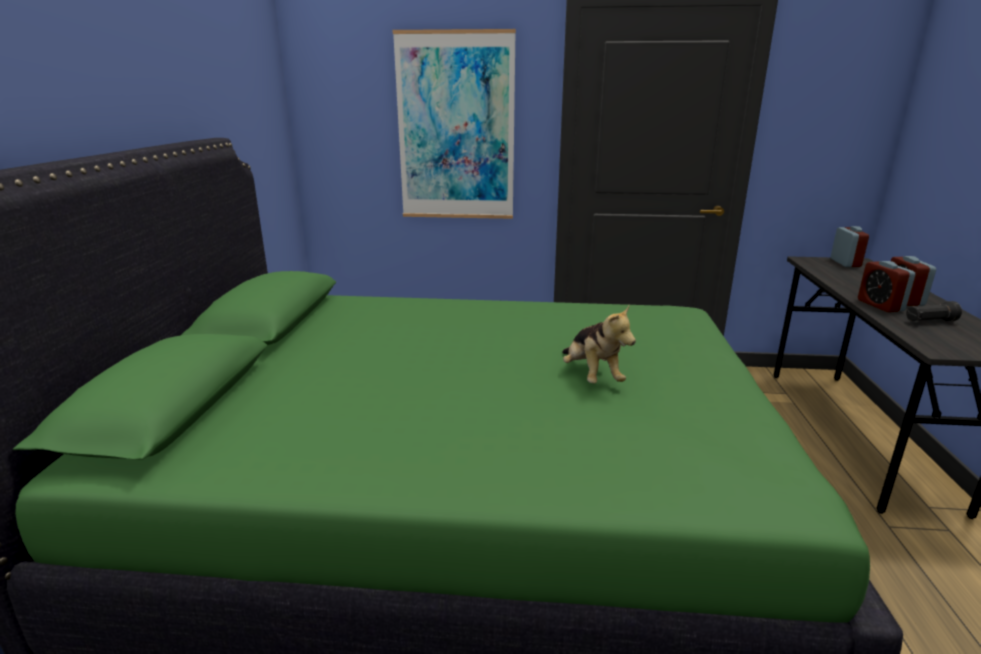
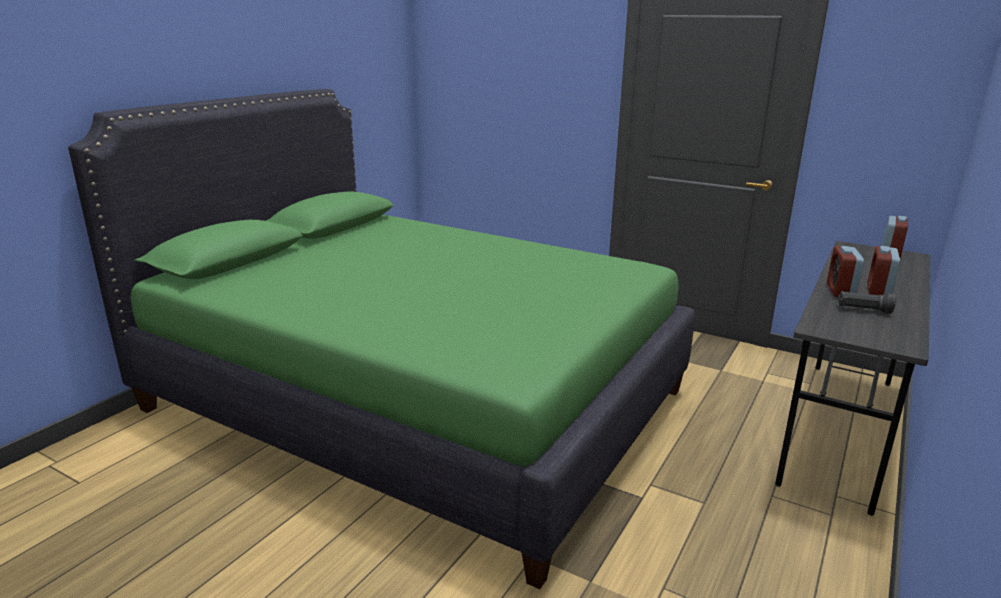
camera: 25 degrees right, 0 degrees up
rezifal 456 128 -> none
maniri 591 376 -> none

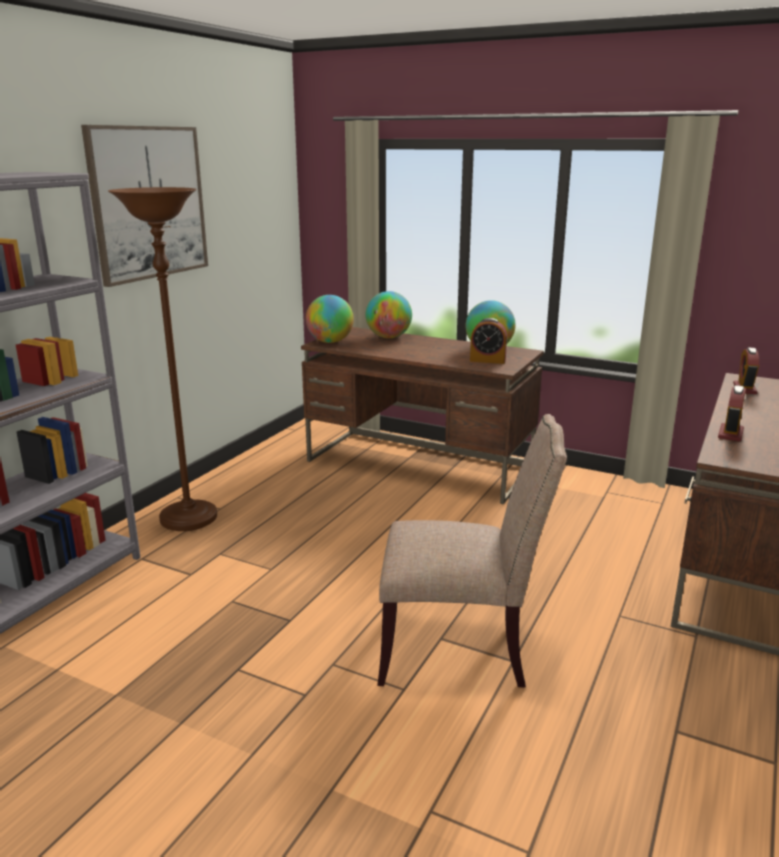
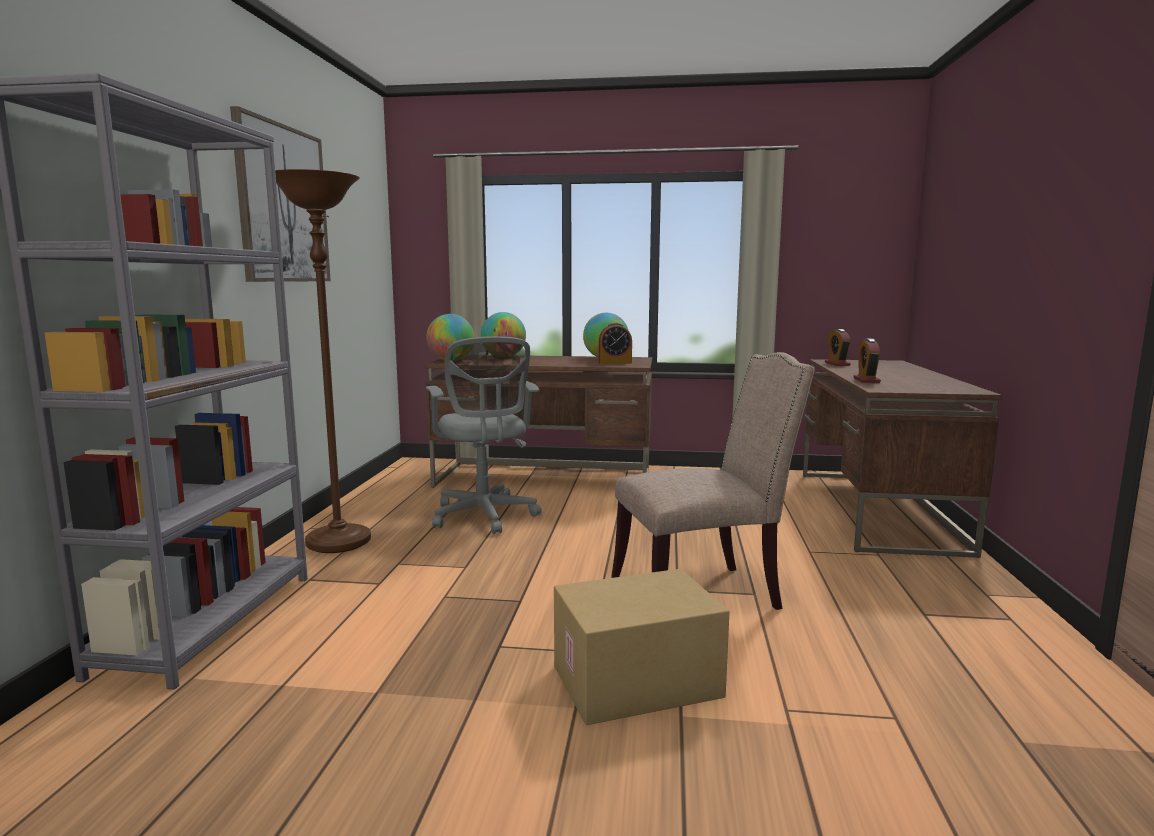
camera: 20 degrees left, 10 degrees down
none -> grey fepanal 484 516
none -> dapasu 636 683

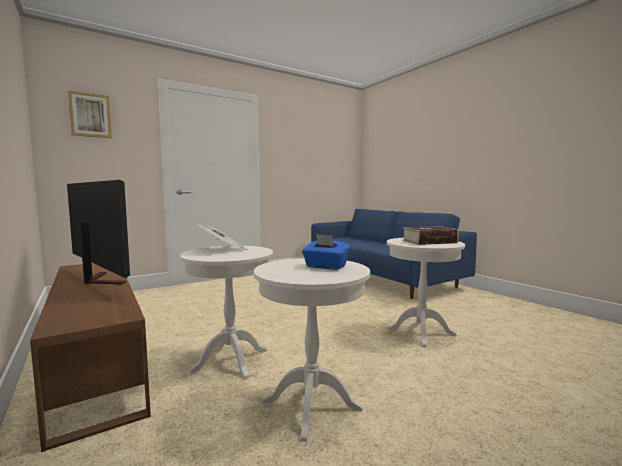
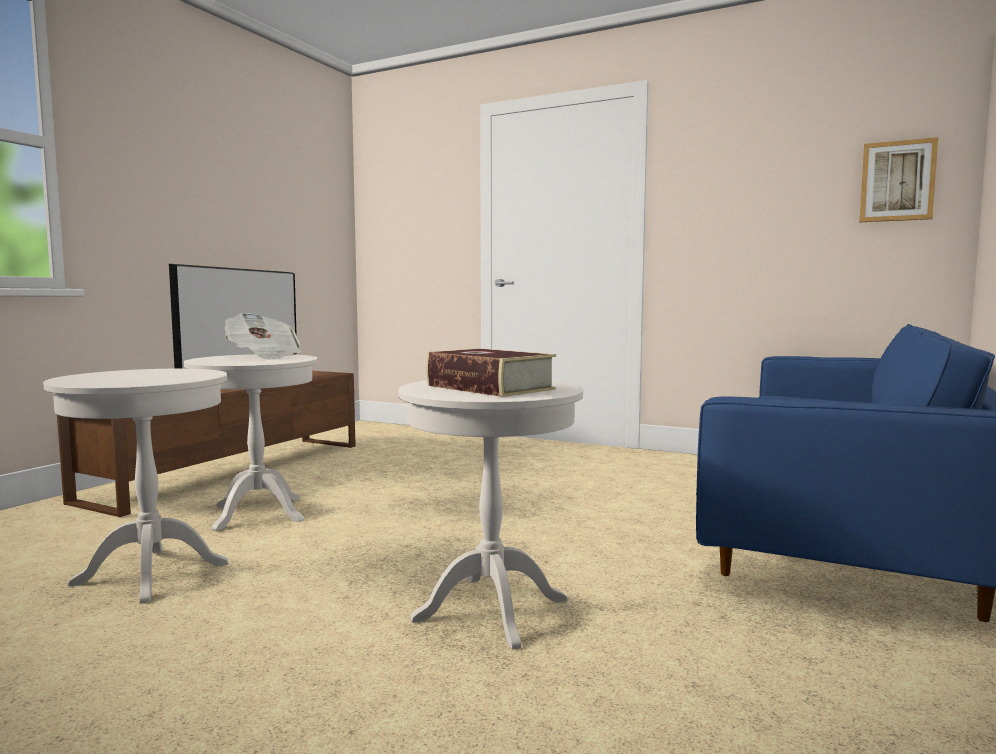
camera: 60 degrees right, 0 degrees up
rezifal 90 115 -> rezifal 897 181, moved
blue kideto 325 267 -> none

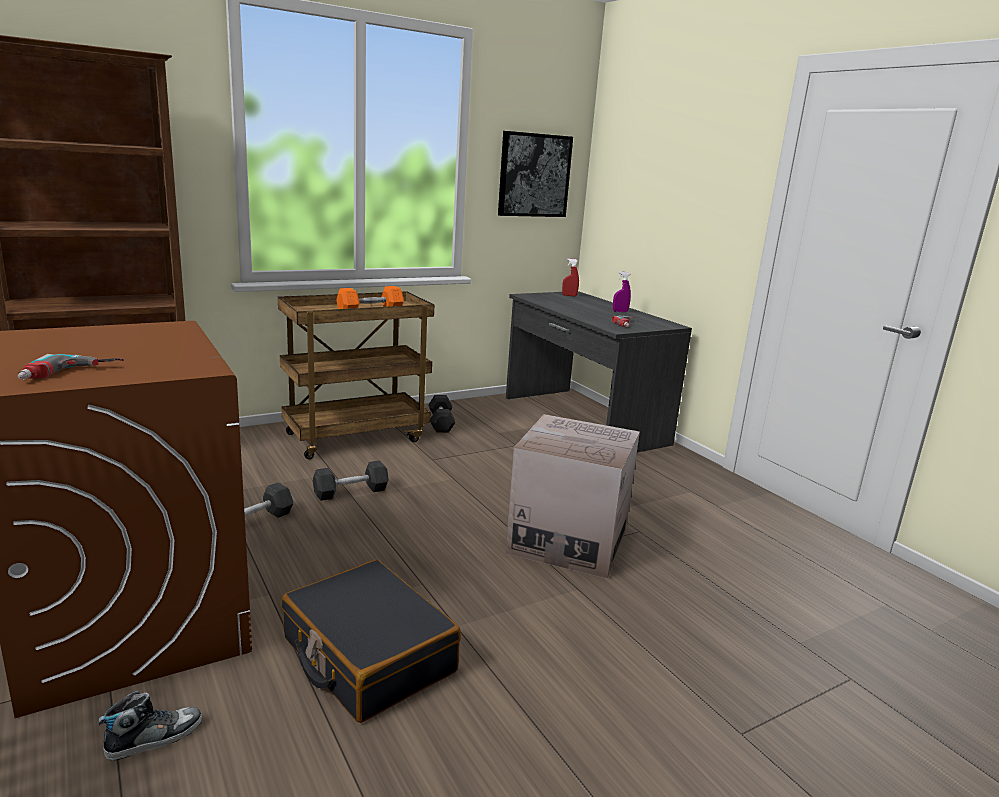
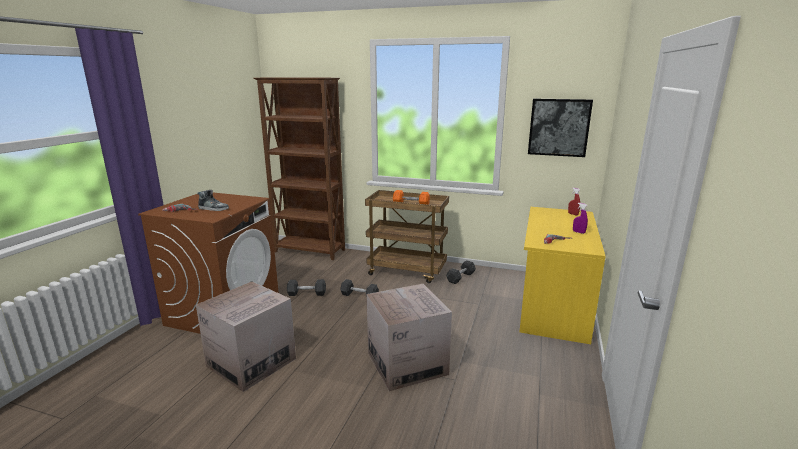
camera: 50 degrees right, 0 degrees up
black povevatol 368 656 -> dapasu 251 362
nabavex 154 737 -> nabavex 213 209, moved
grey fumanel 582 420 -> yellow fumanel 552 304

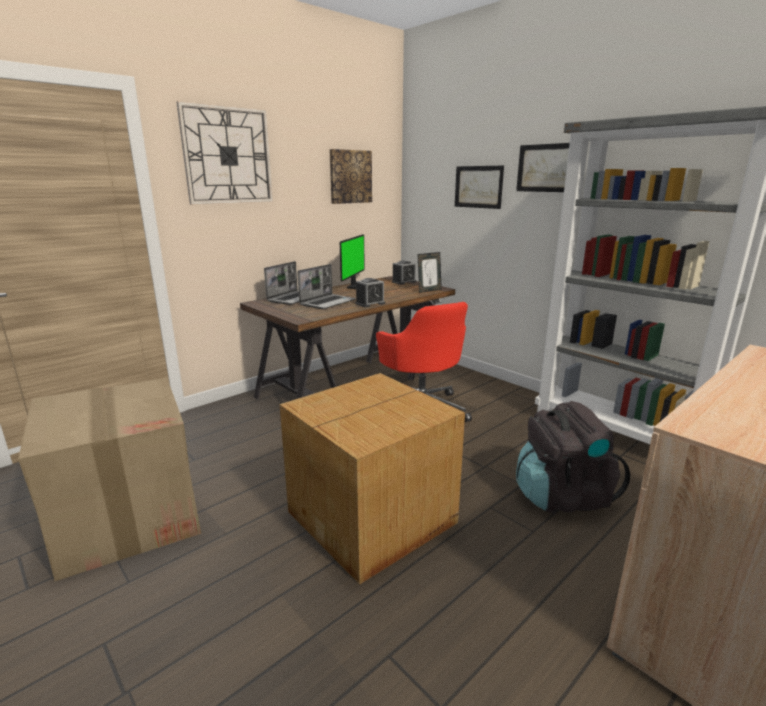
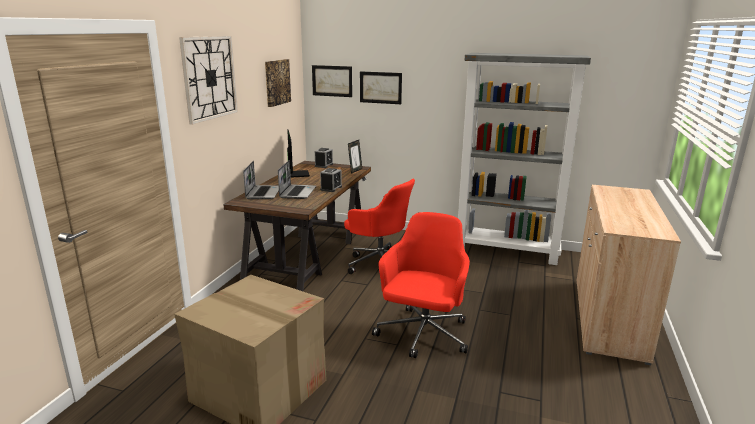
camera: 30 degrees left, 0 degrees up
rezifal 547 168 -> rezifal 332 81, moved
dapasu 374 517 -> red fepanal 423 335
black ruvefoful 562 496 -> none

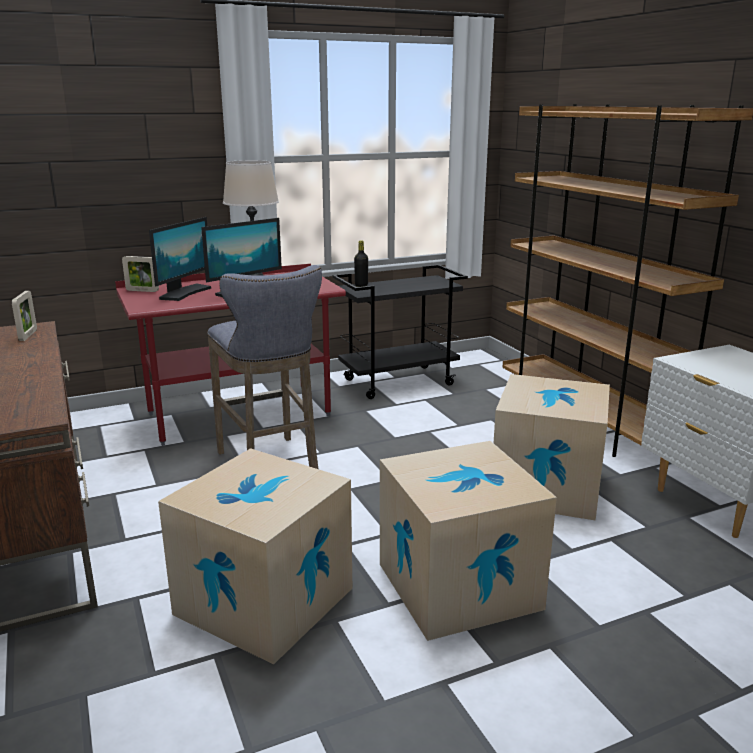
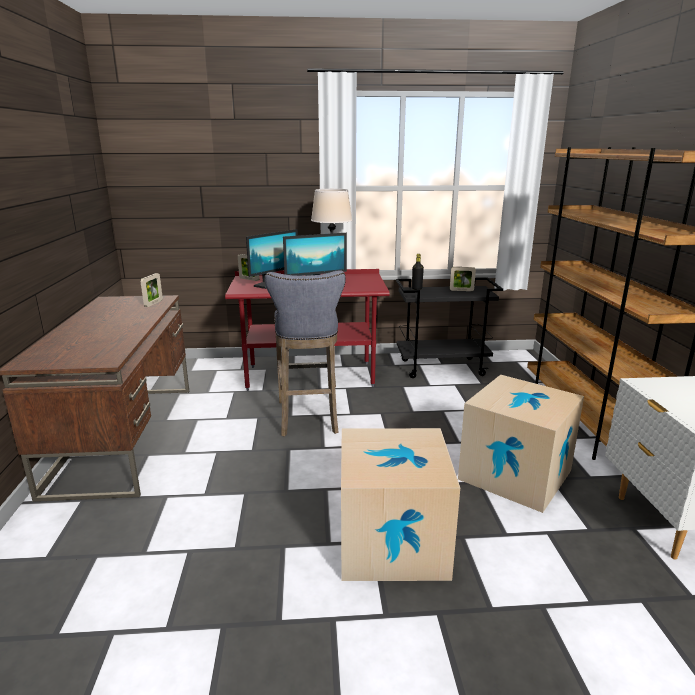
camera: 20 degrees right, 0 degrees up
none -> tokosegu 461 290
dapasu 264 601 -> none

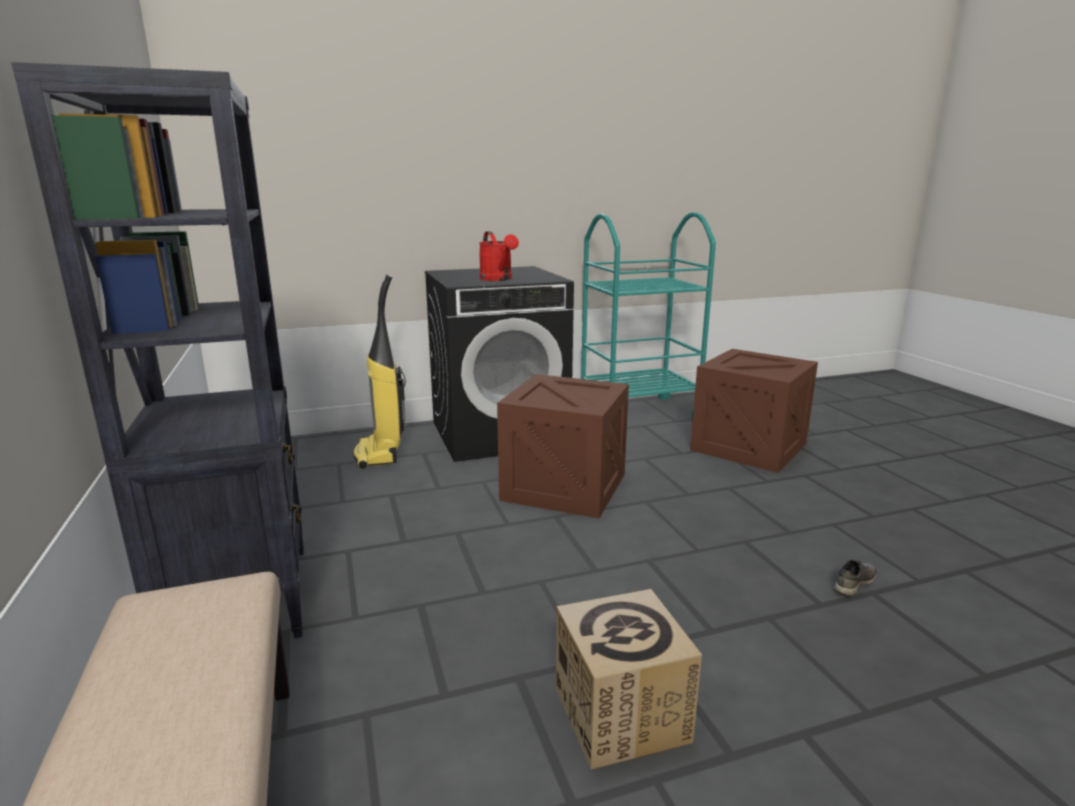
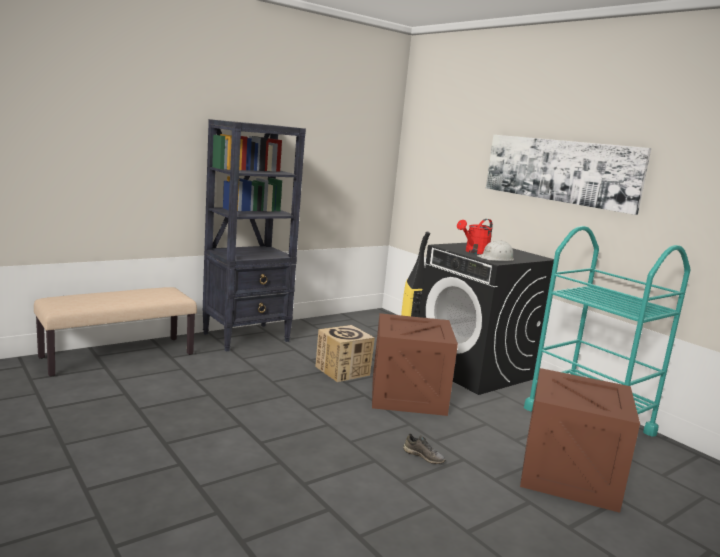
camera: 70 degrees right, 5 degrees down
dapasu 620 715 -> dapasu 342 371, moved
grey nabavex 853 583 -> grey nabavex 424 456, moved
none -> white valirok 496 258
none -> rezifal 560 170

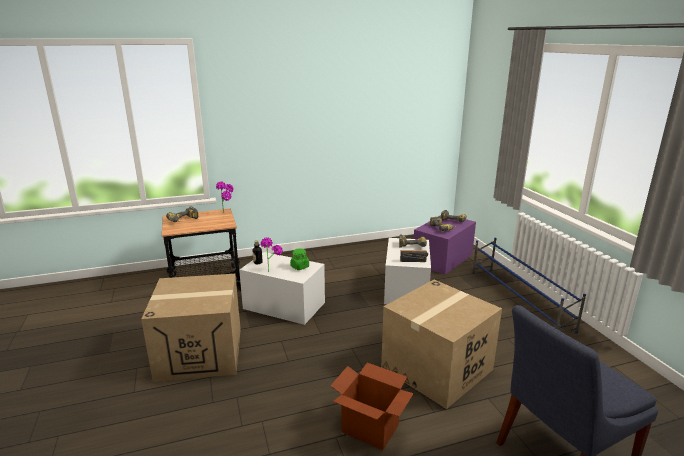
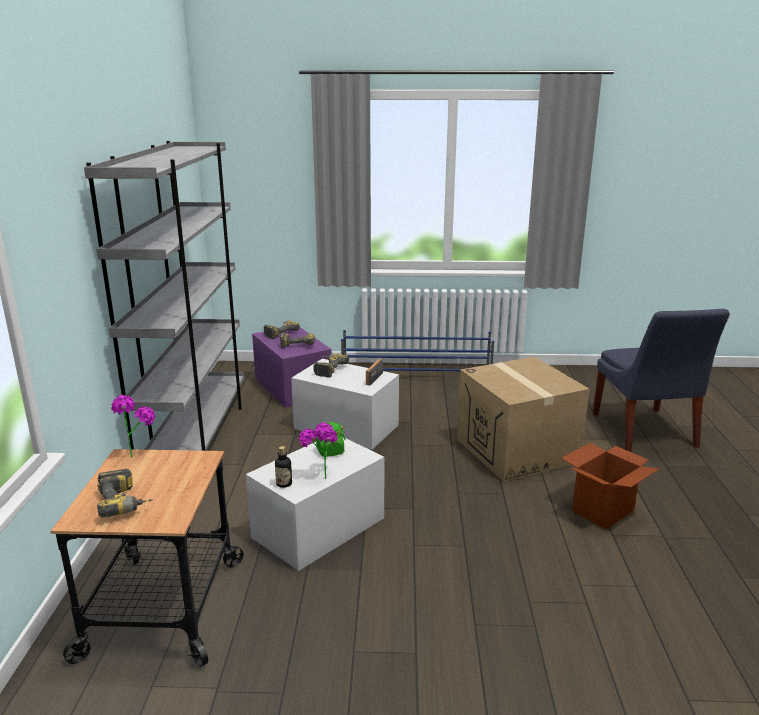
camera: 70 degrees left, 0 degrees up
none -> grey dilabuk 197 439
dapasu 200 353 -> none

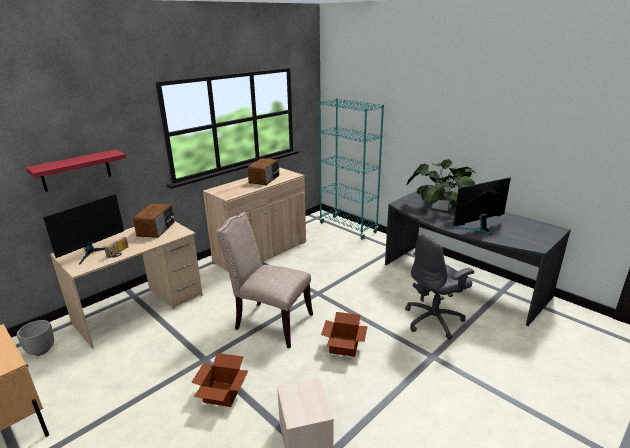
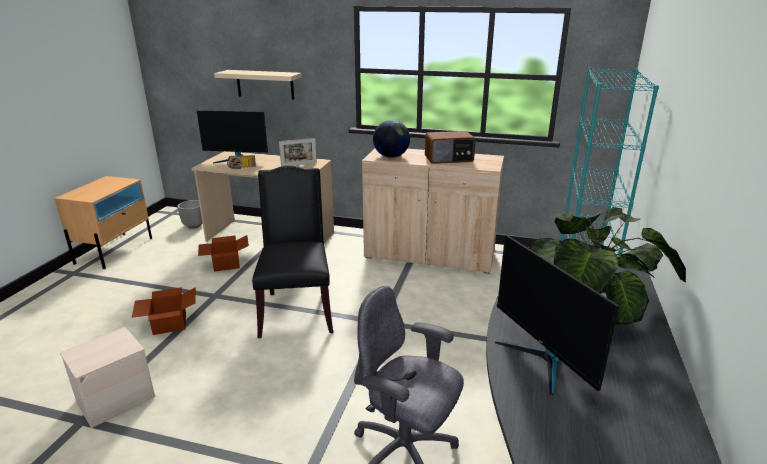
camera: 60 degrees right, 0 degrees up
dapasu 343 347 -> dapasu 225 264, moved
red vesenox 76 170 -> beige vesenox 265 84
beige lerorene 270 322 -> black lerorene 297 310
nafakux 157 229 -> tokosegu 299 165
none -> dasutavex 391 156
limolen 479 228 -> limolen 543 360, 150 degrees counterclockwise

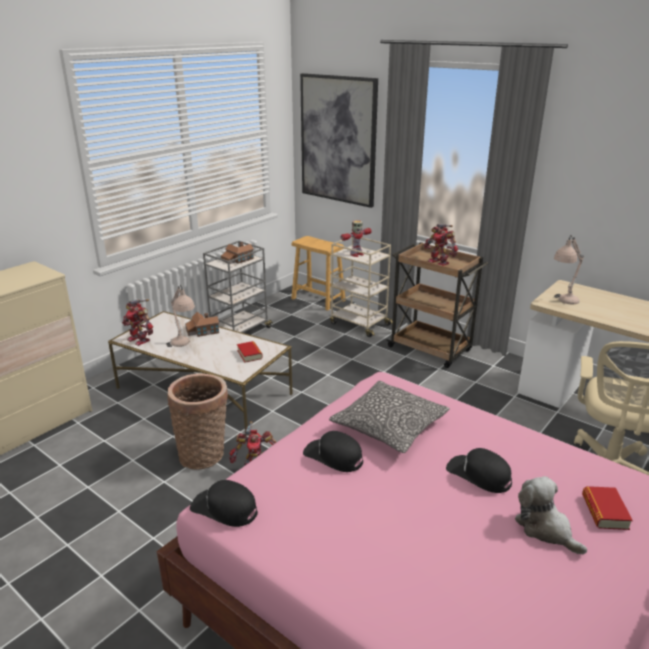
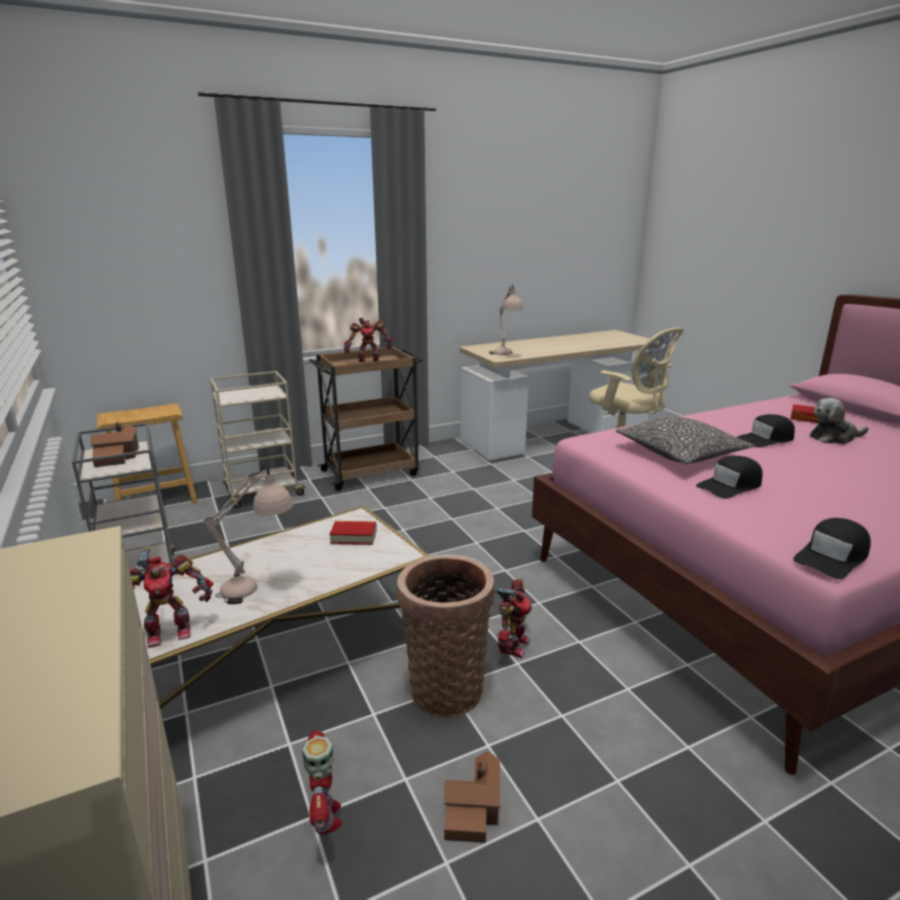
camera: 65 degrees left, 5 degrees down
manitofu 356 254 -> manitofu 325 817, moved
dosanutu 202 331 -> dosanutu 473 809, moved
rezifal 338 140 -> none

